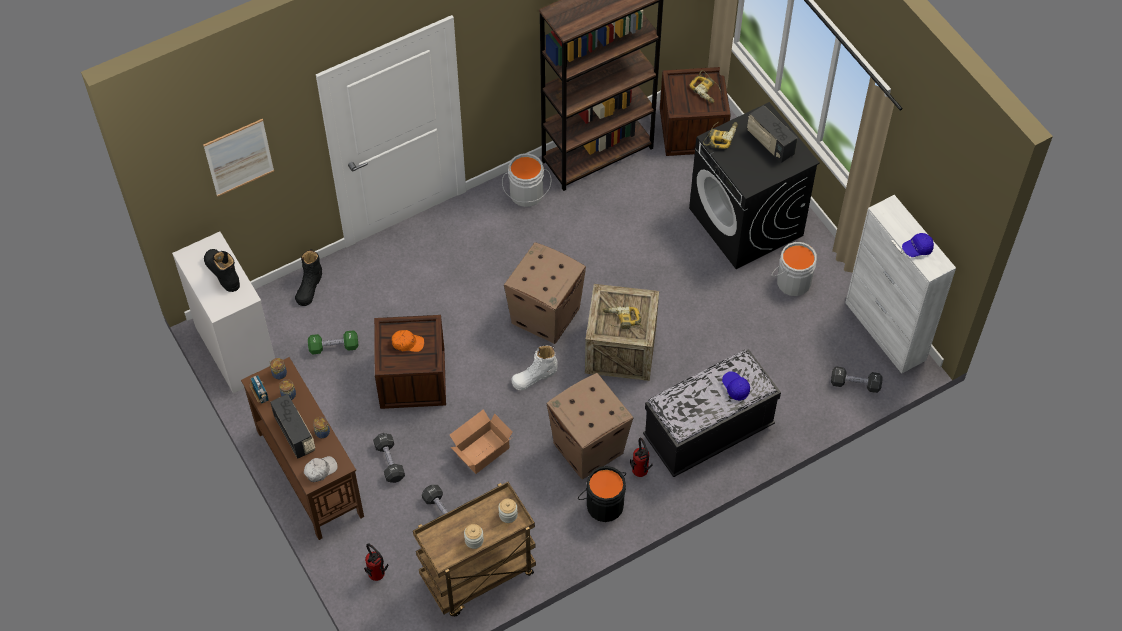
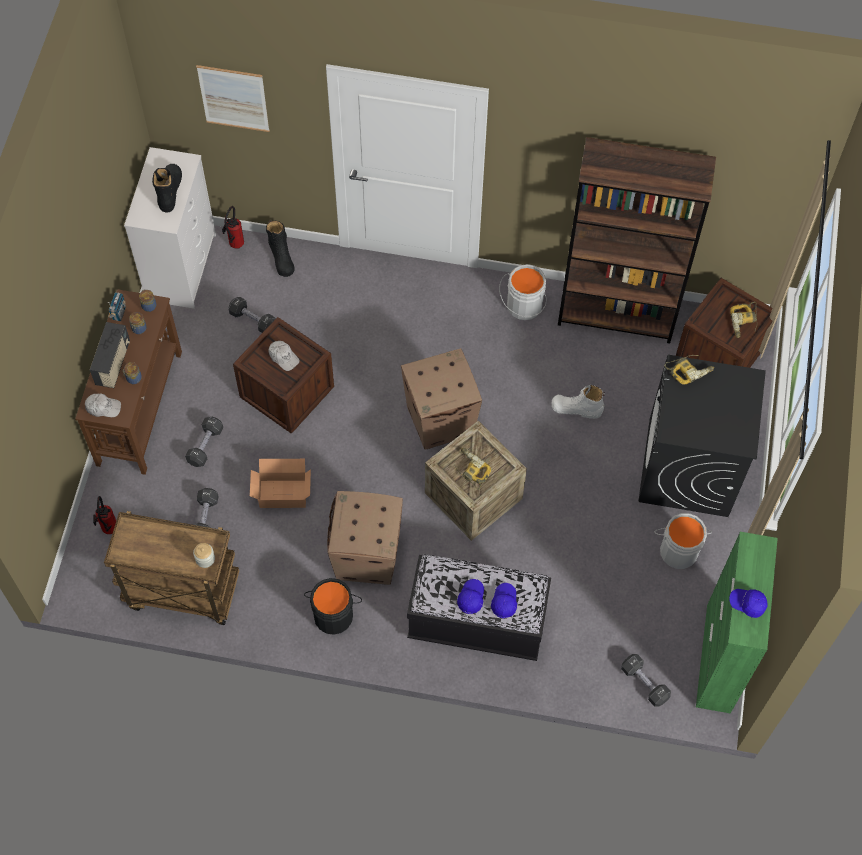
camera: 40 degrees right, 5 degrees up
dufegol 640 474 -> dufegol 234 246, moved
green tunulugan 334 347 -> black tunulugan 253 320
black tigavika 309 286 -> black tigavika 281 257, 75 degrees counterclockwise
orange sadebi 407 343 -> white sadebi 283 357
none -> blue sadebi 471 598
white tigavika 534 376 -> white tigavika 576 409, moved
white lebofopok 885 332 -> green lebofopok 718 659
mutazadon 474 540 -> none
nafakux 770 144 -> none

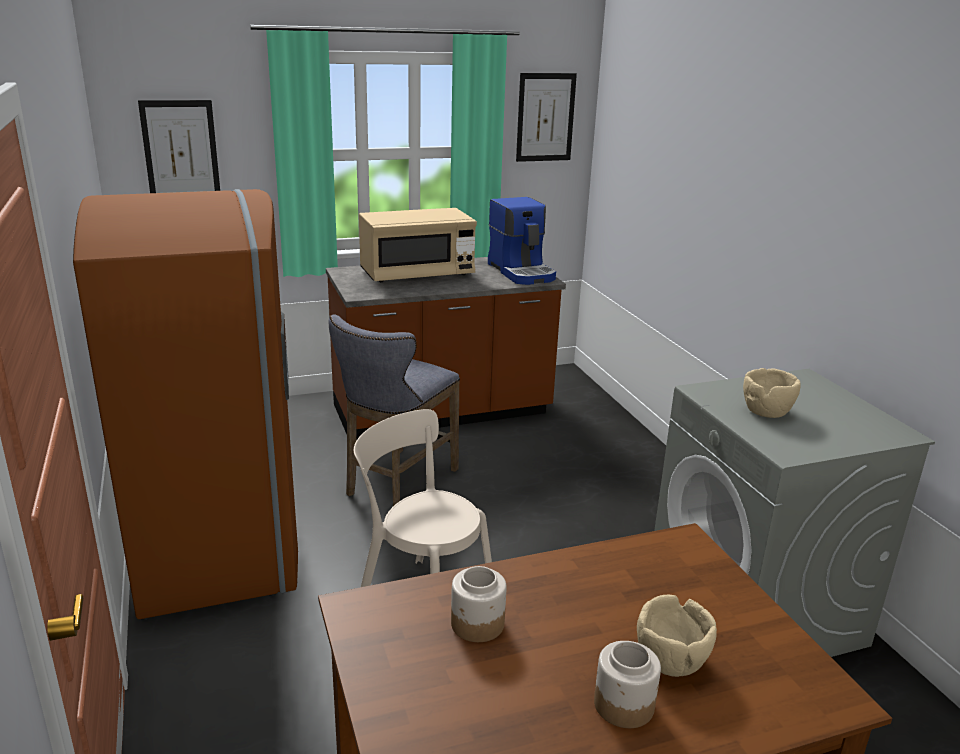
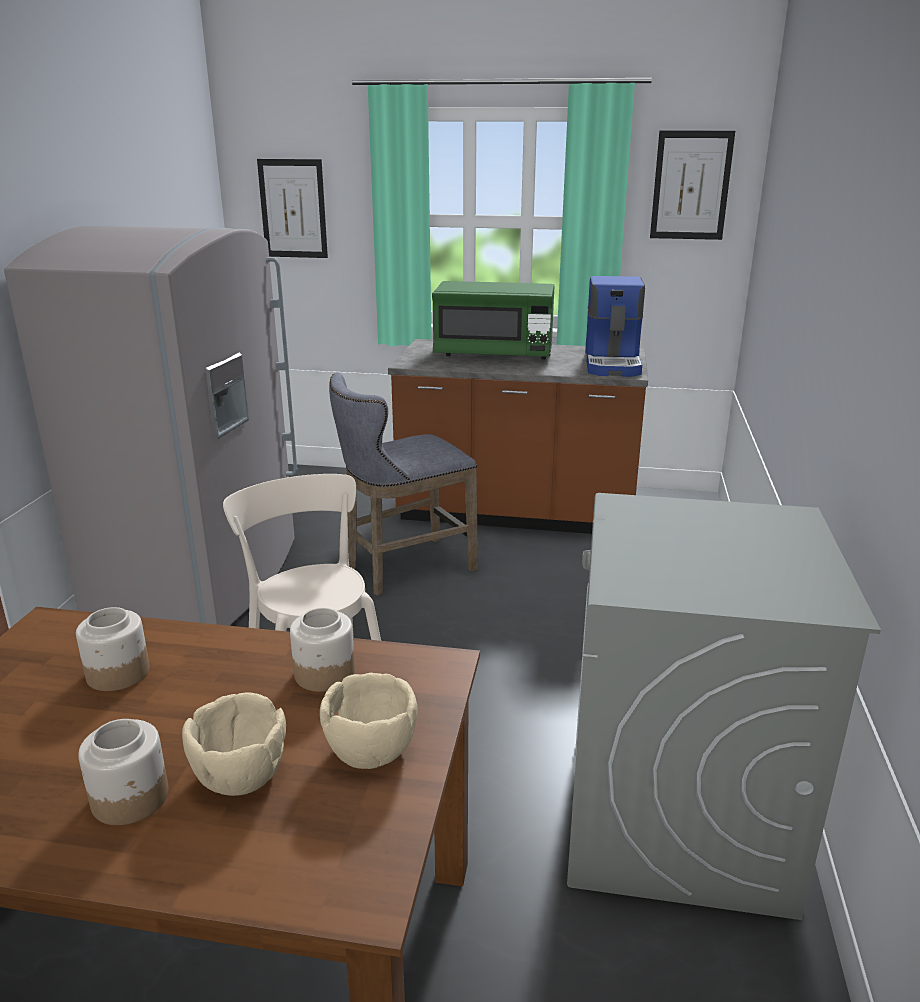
camera: 30 degrees right, 0 degrees up
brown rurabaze 218 543 -> grey rurabaze 202 580
none -> mutazadon 323 673
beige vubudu 766 411 -> beige vubudu 372 750, moved
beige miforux 417 275 -> green miforux 494 354

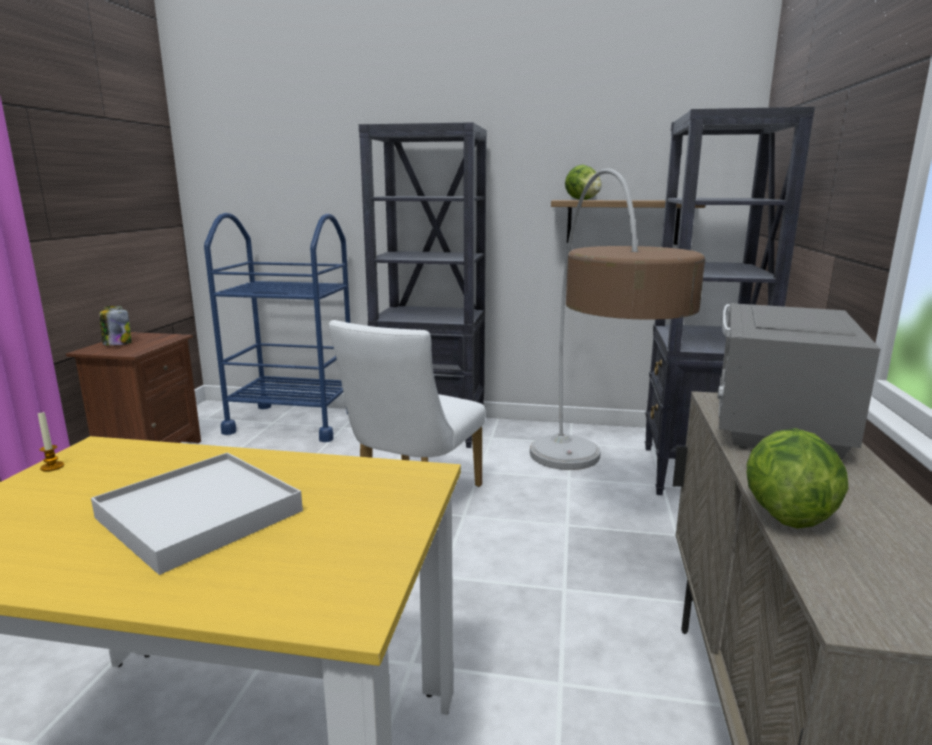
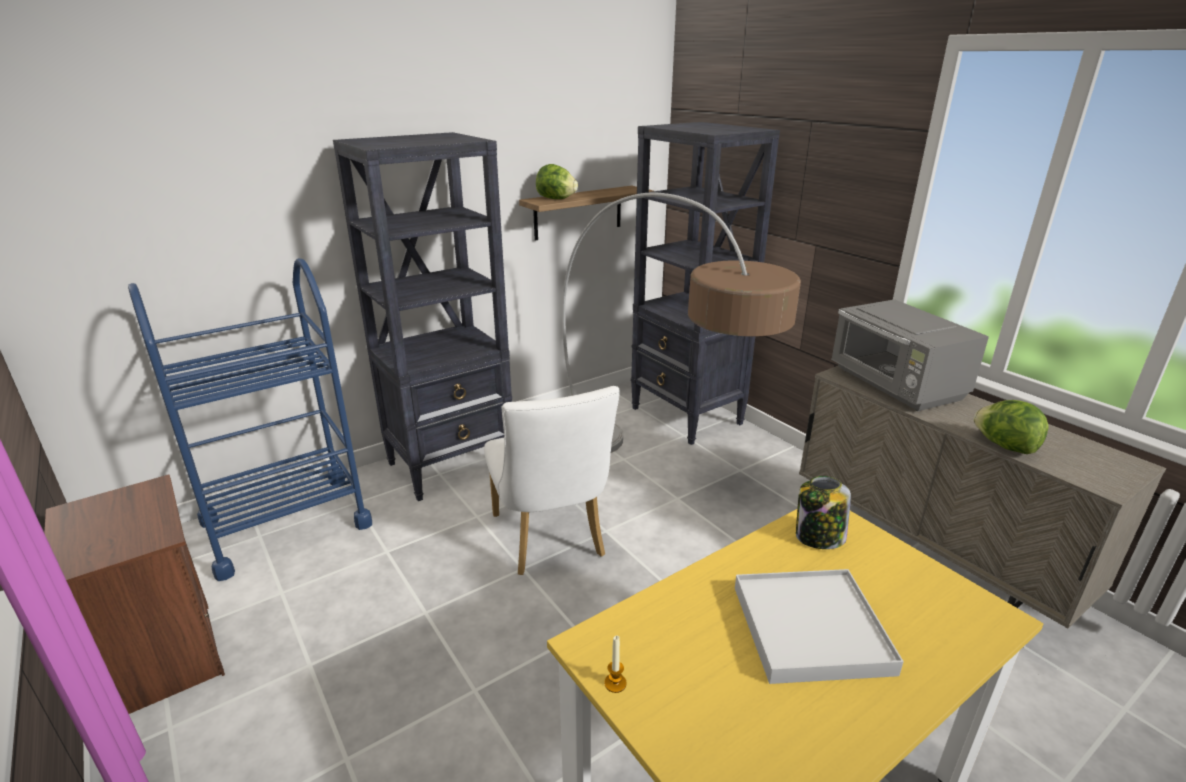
camera: 45 degrees left, 10 degrees up
mutazadon 117 344 -> mutazadon 818 537, moved

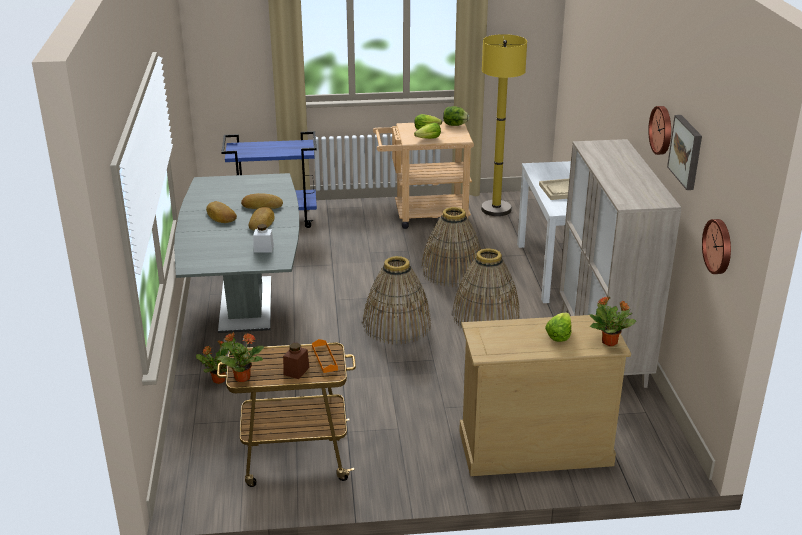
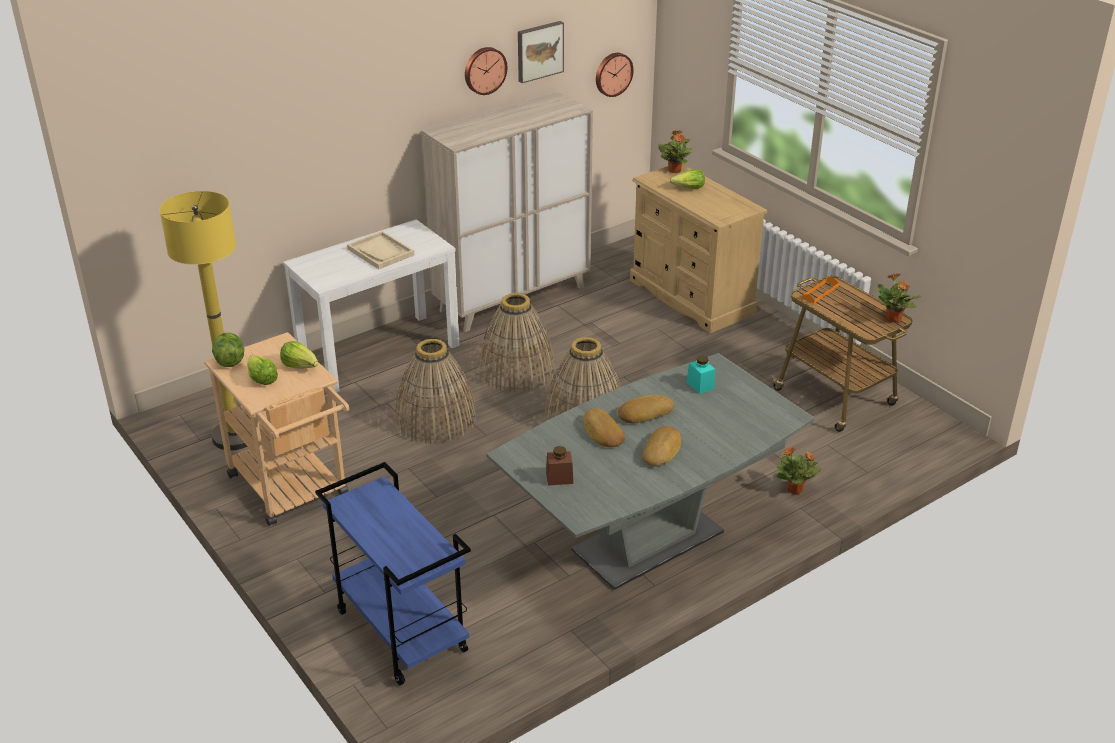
camera: 120 degrees left, 5 degrees up
brown mutazadon 296 371 -> brown mutazadon 559 478, moved
white mutazadon 263 249 -> turquoise mutazadon 700 385

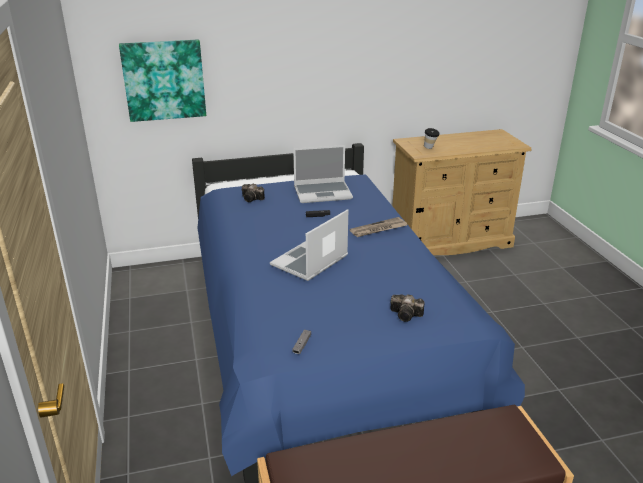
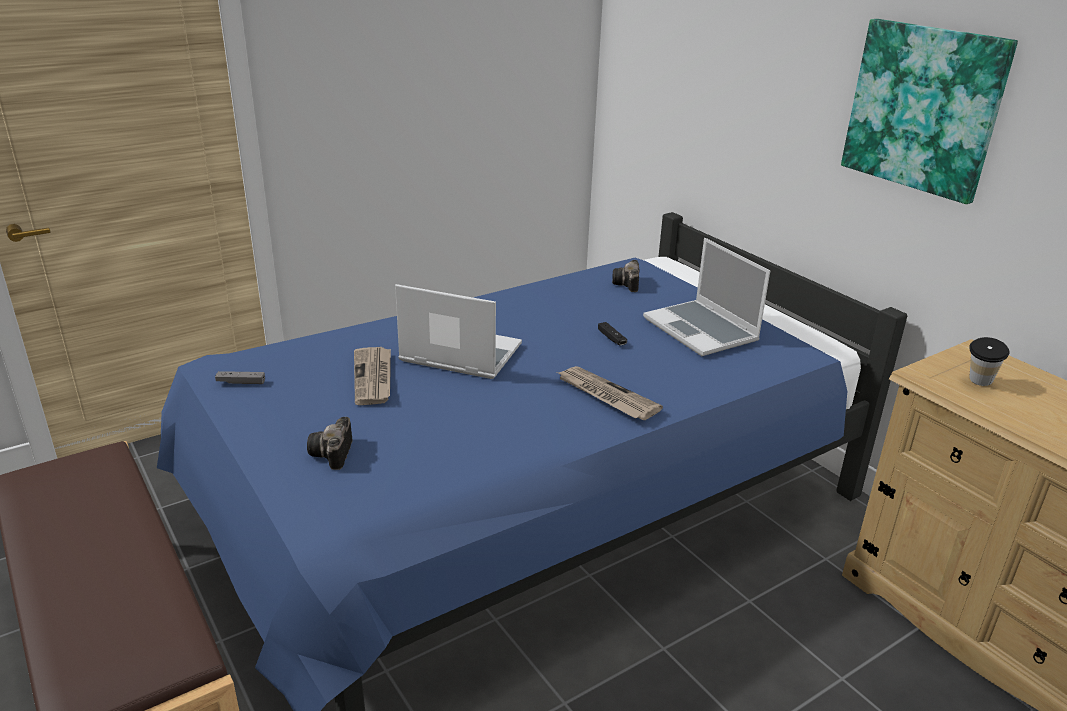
camera: 70 degrees right, 0 degrees up
none -> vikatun 374 378
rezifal 164 80 -> rezifal 924 108, moved

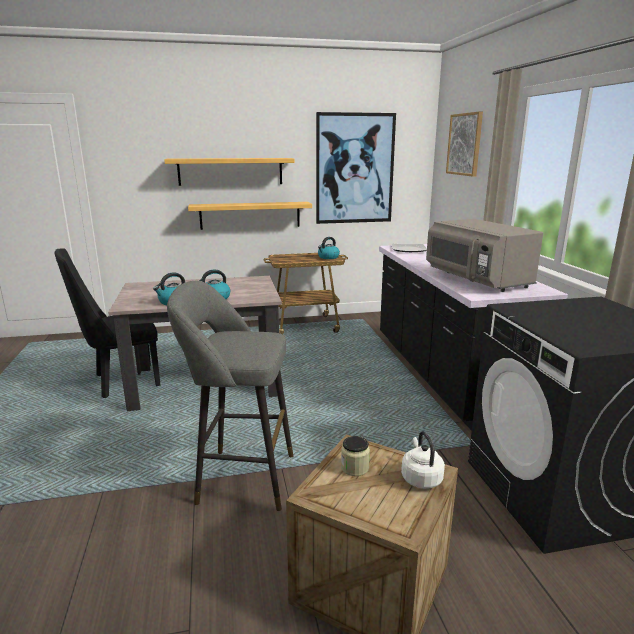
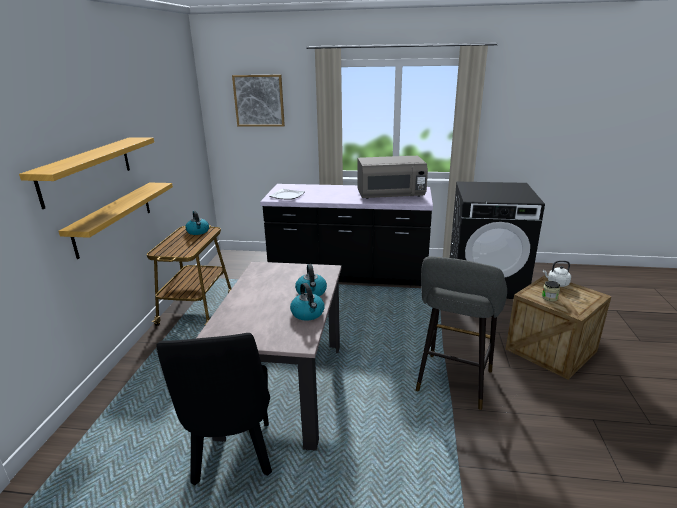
camera: 70 degrees left, 5 degrees up
rezifal 354 169 -> none

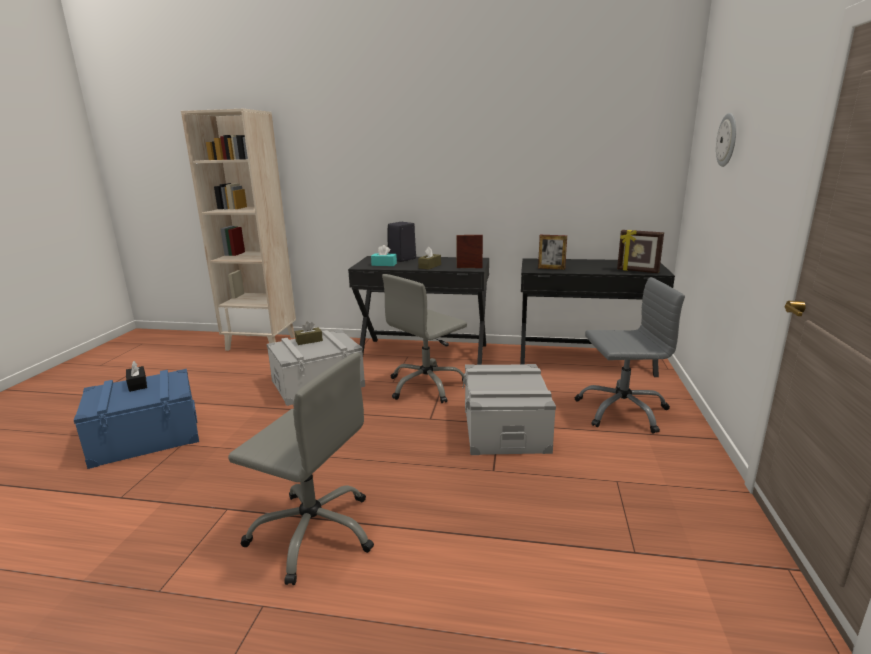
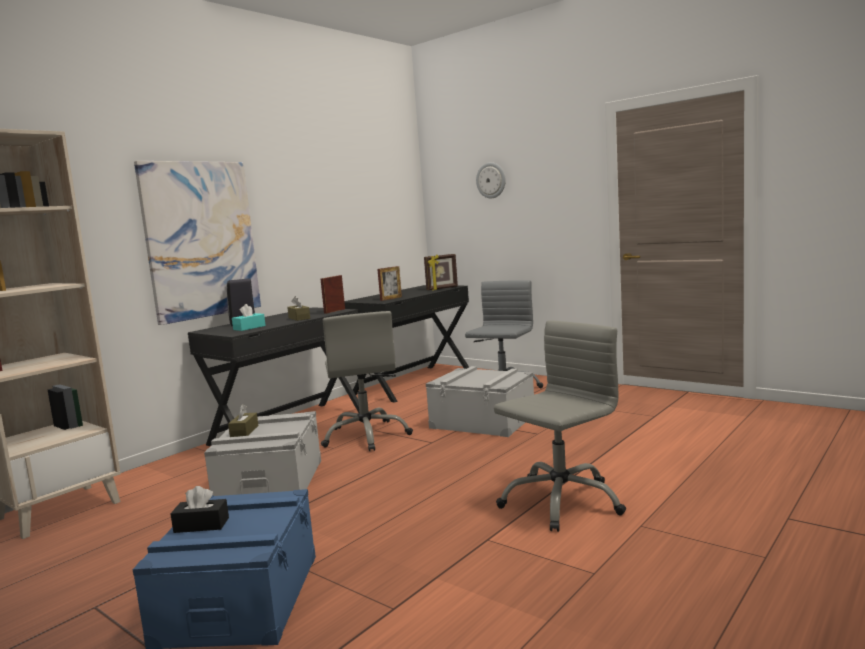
camera: 60 degrees left, 10 degrees down
none -> rezifal 201 240

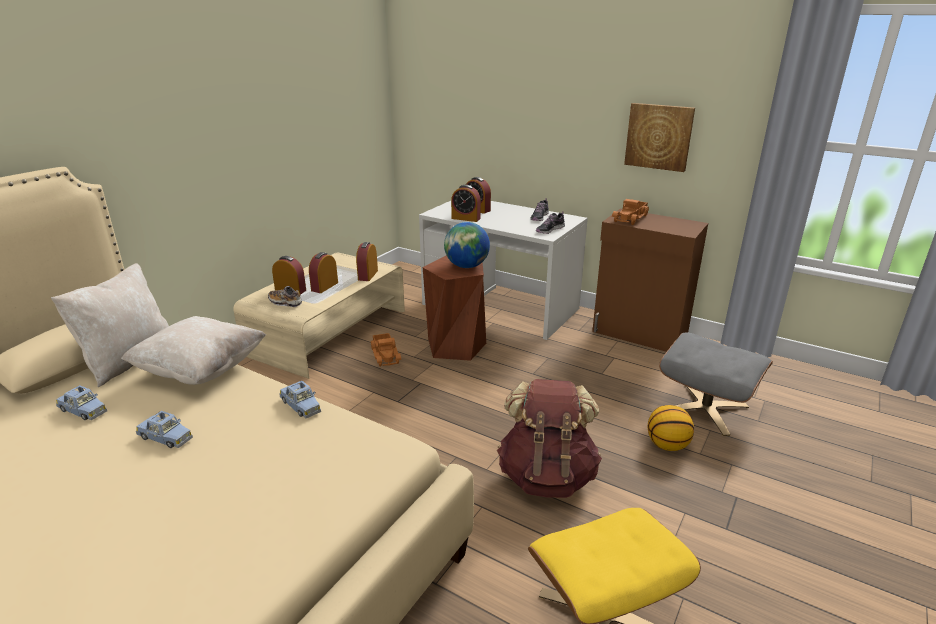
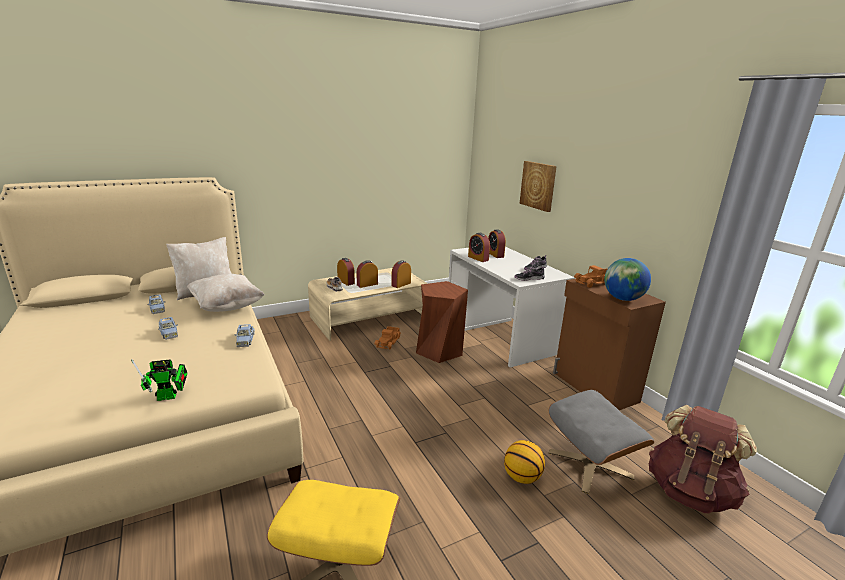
camera: 30 degrees right, 5 degrees down
none -> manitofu 170 397
rezifal 659 136 -> rezifal 538 185, moved
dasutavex 467 266 -> dasutavex 623 299, moved
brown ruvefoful 547 476 -> brown ruvefoful 690 491, moved

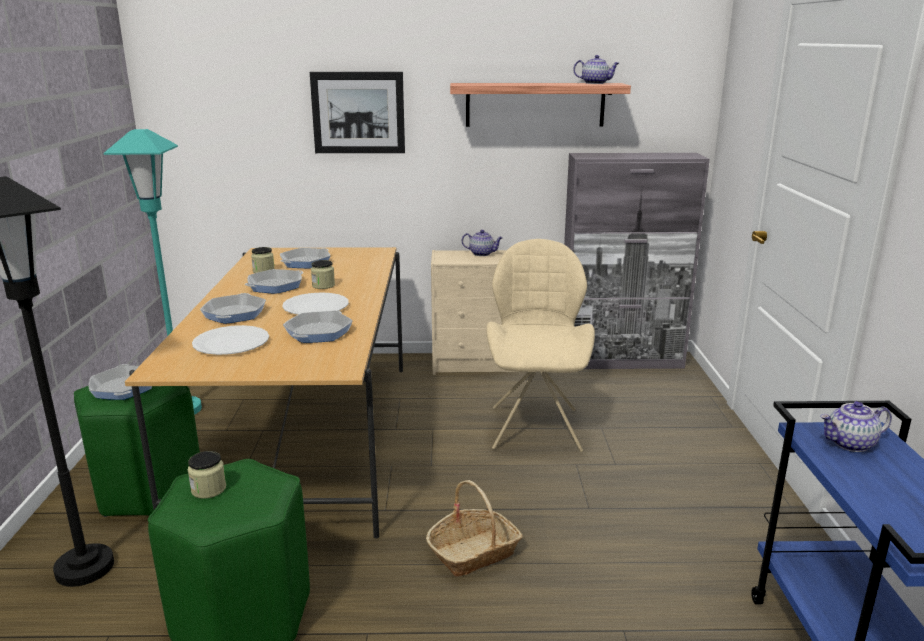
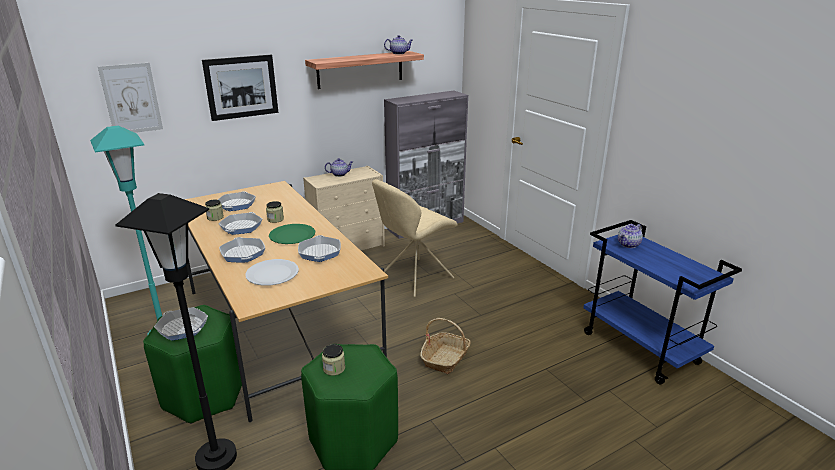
camera: 30 degrees left, 5 degrees up
none -> rezifal 131 99
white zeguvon 316 306 -> green zeguvon 292 235
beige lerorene 535 426 -> beige lerorene 414 278, 105 degrees counterclockwise

